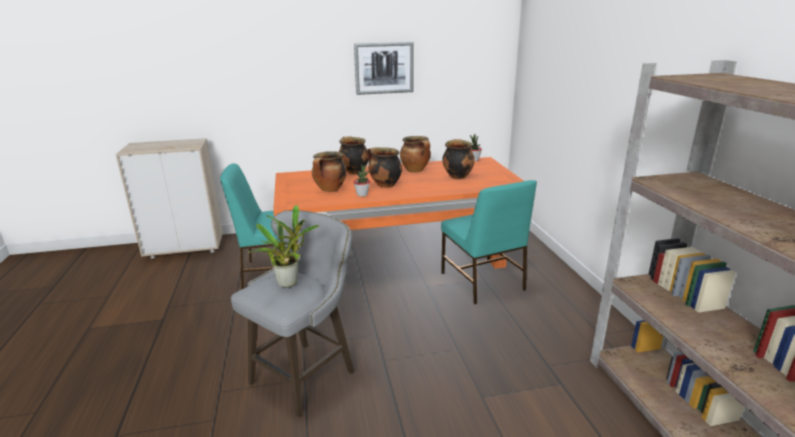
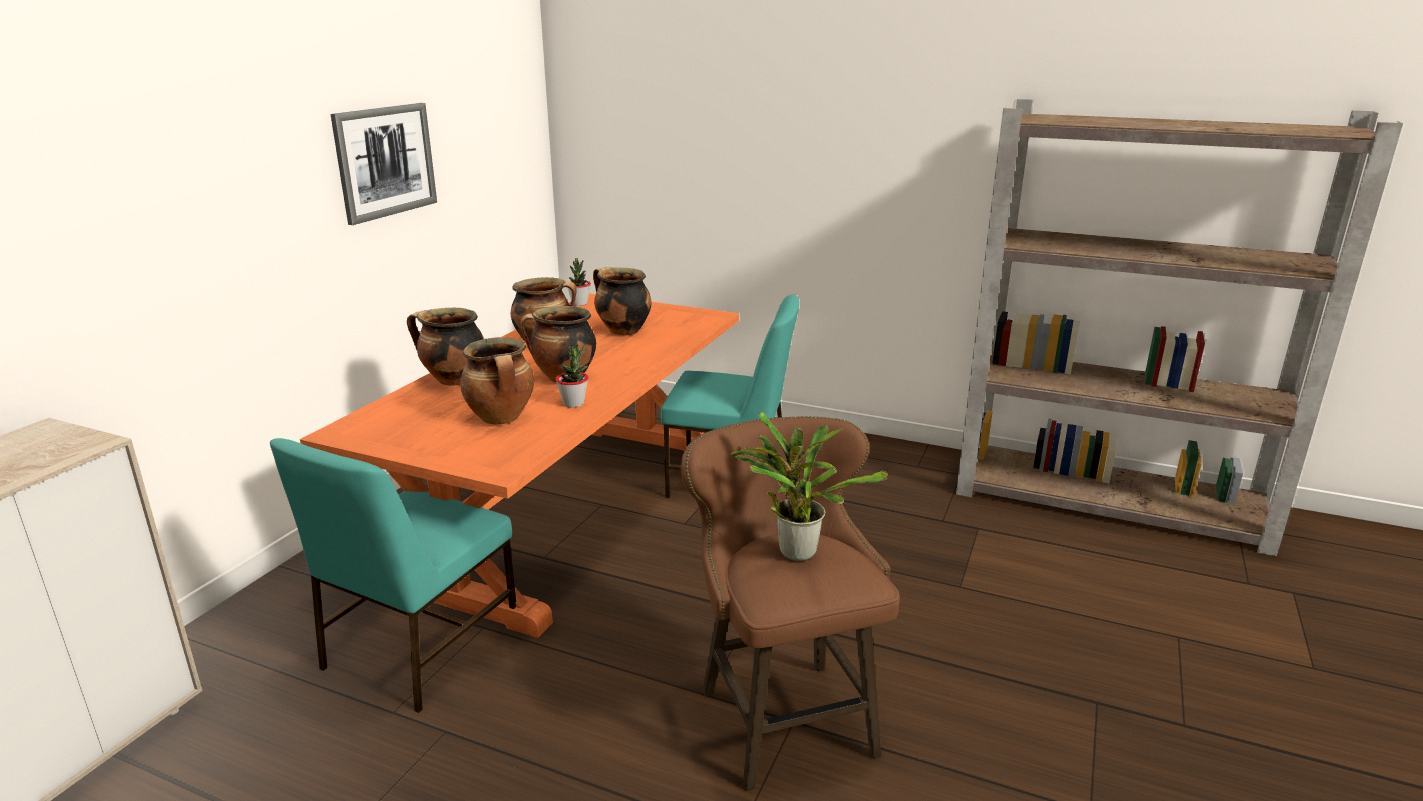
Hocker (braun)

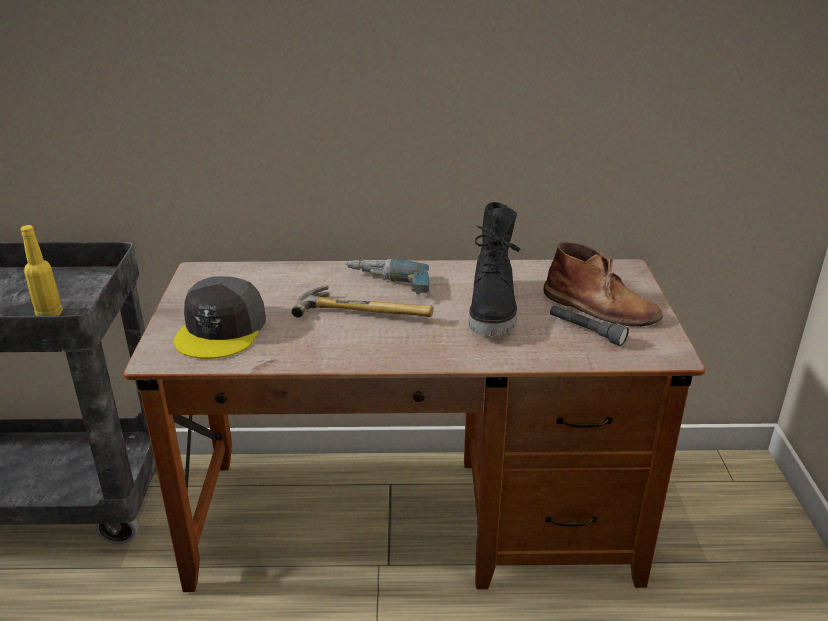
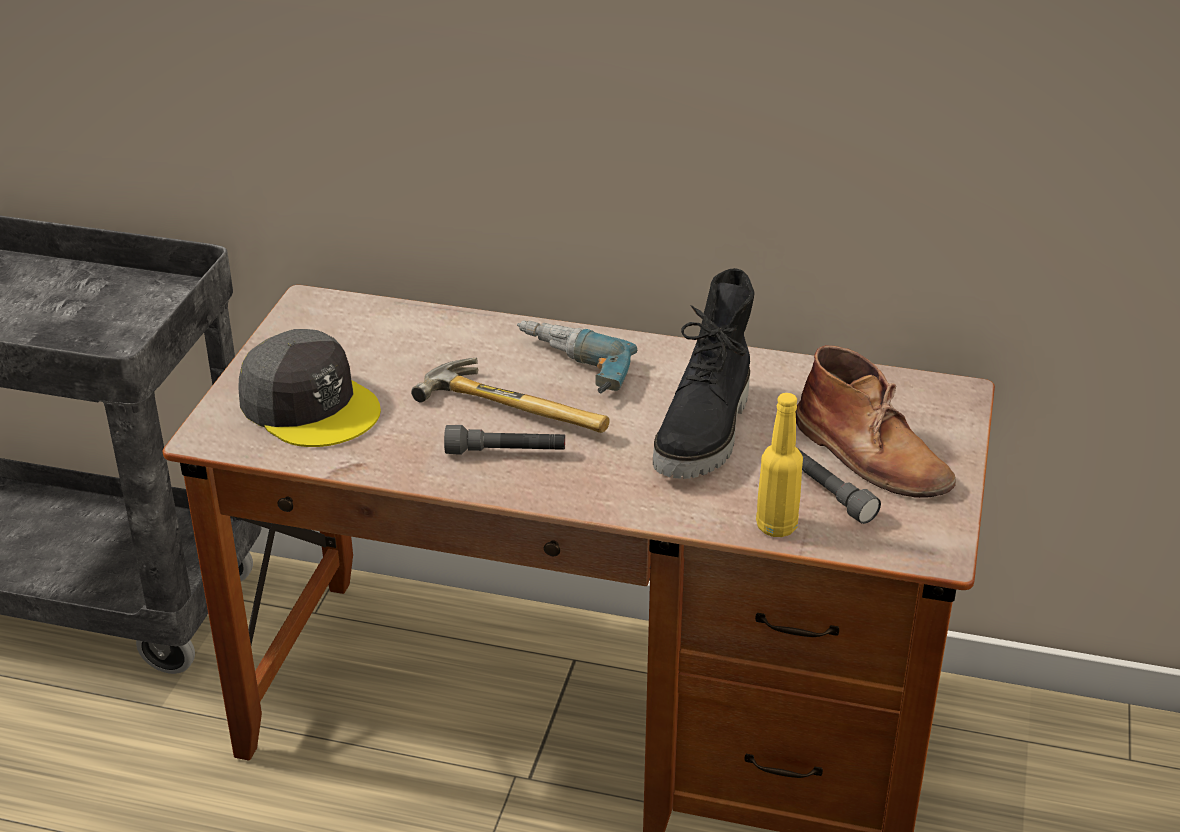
Flasche (gelb)
Kappe (grau)
Taschenlampe (grau) (1st from left)

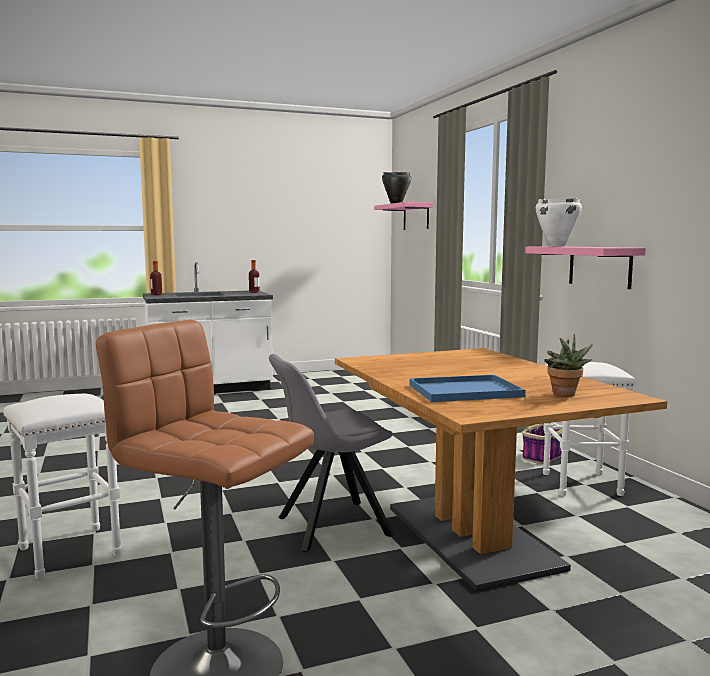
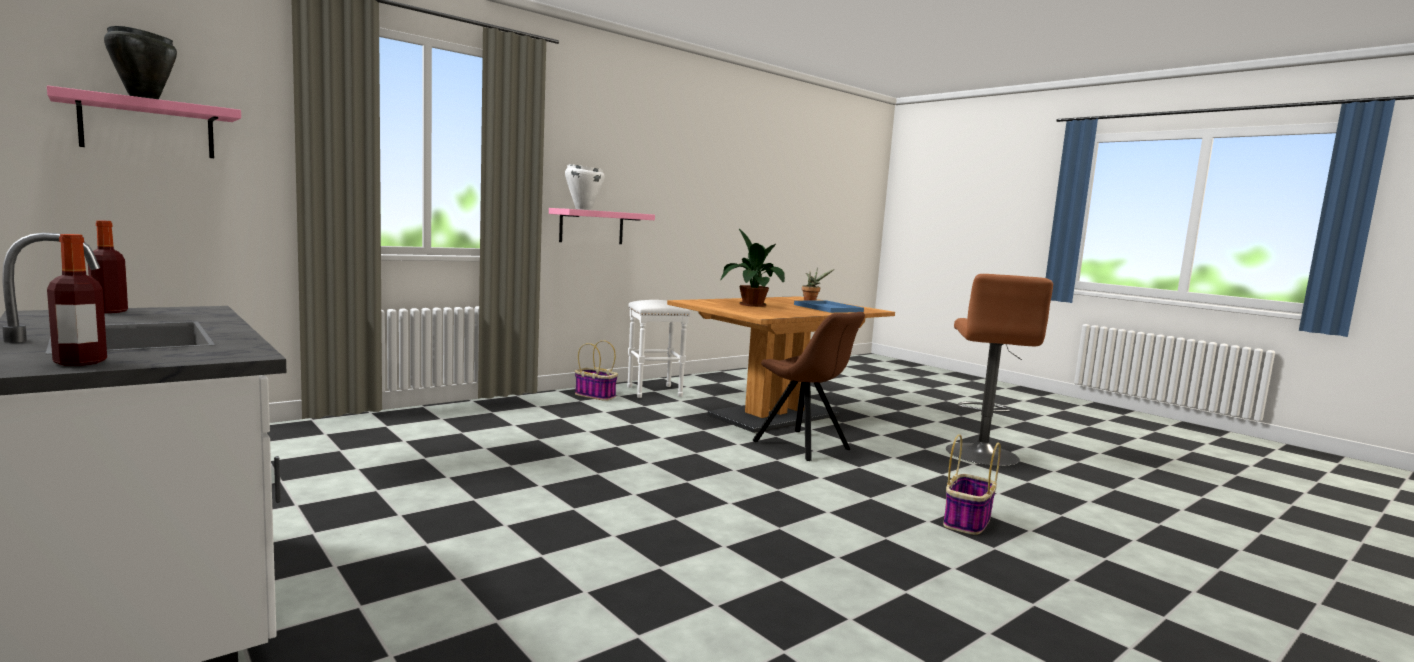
Korb (2nd from left)
Stuhl (braun)
Topfpflanze (1st from left)

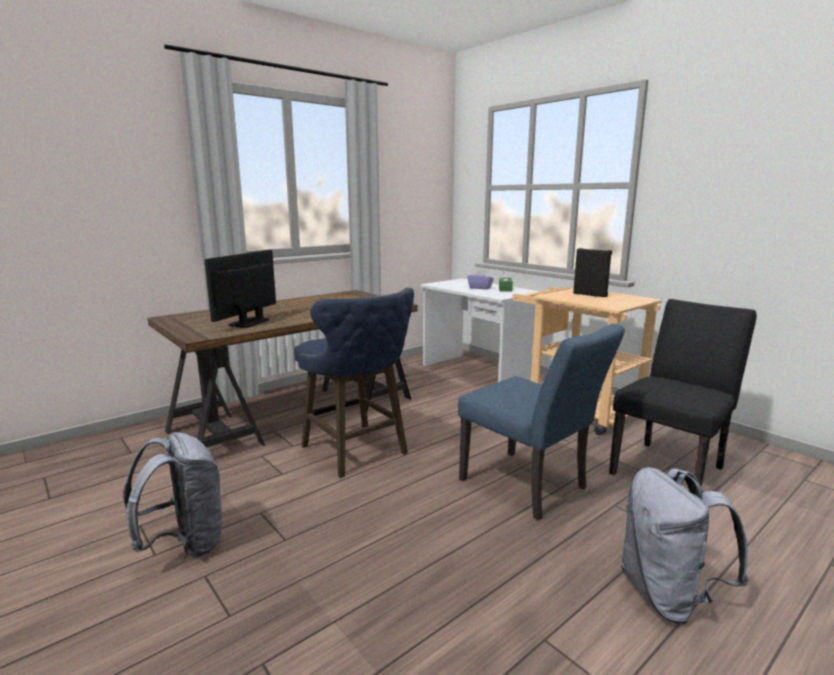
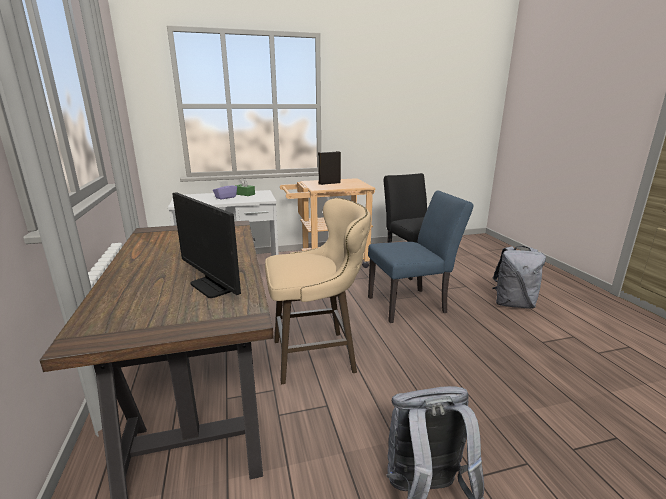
Hocker (beige)

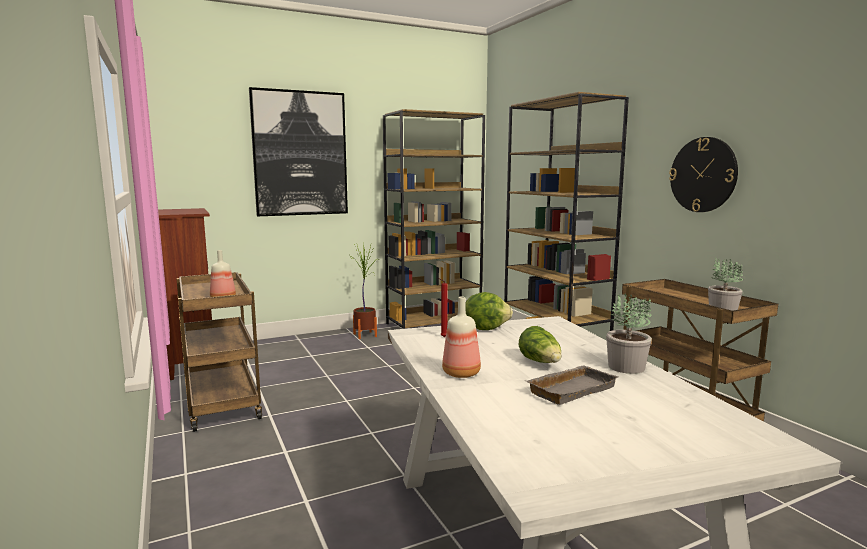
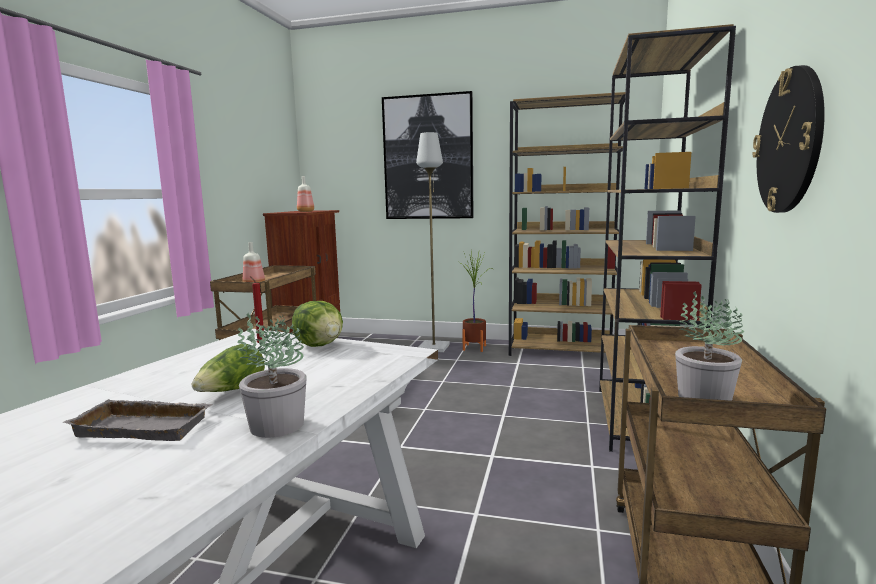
Flasche (2nd from left)
Stehlampe (grau)

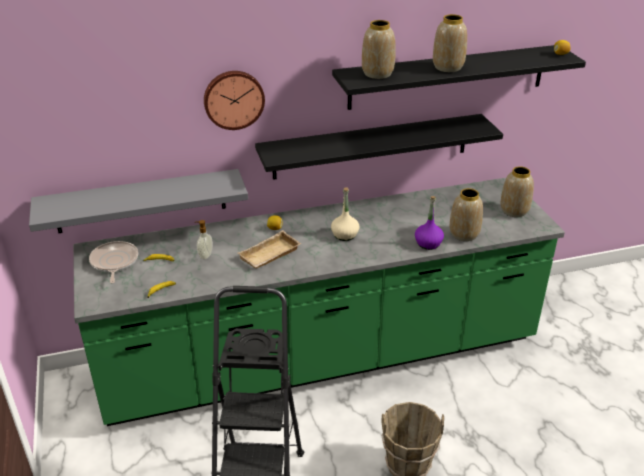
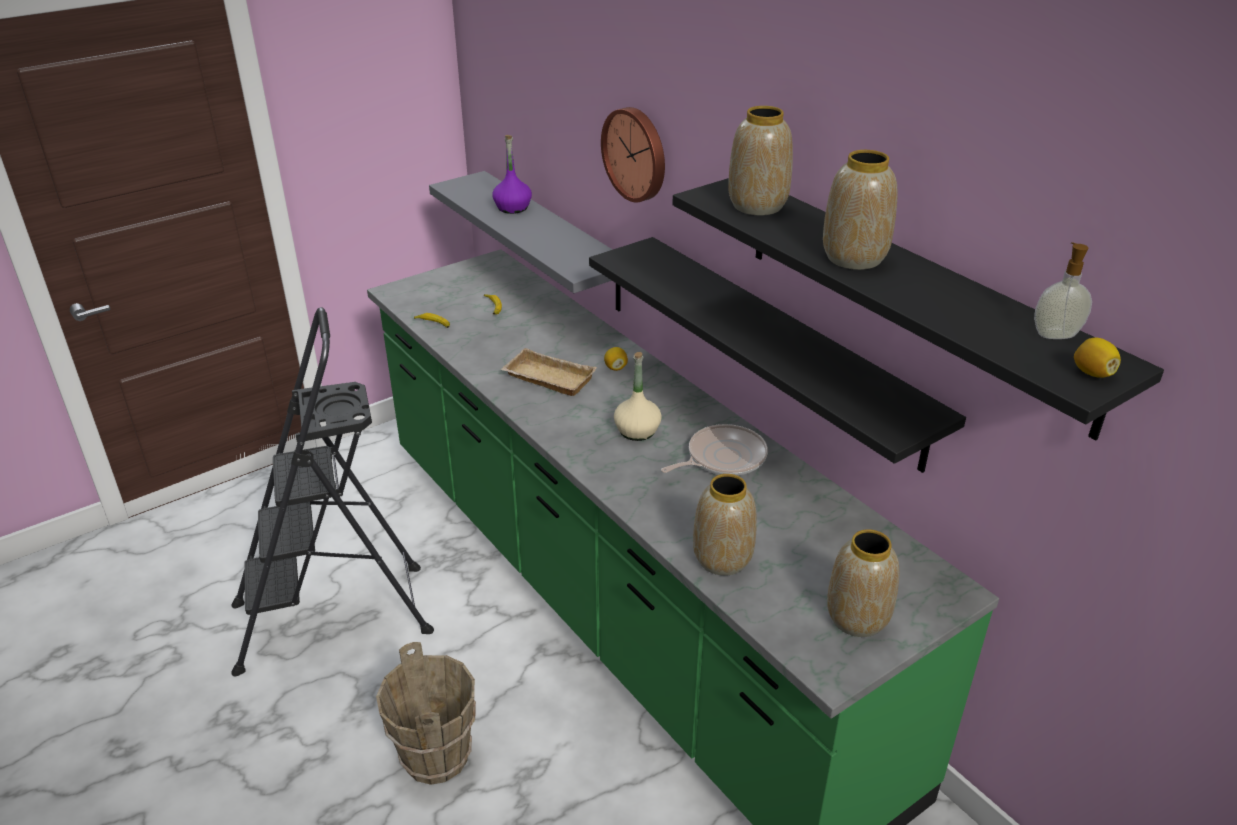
Pfanne
Seifenspender
Flasche (lila)

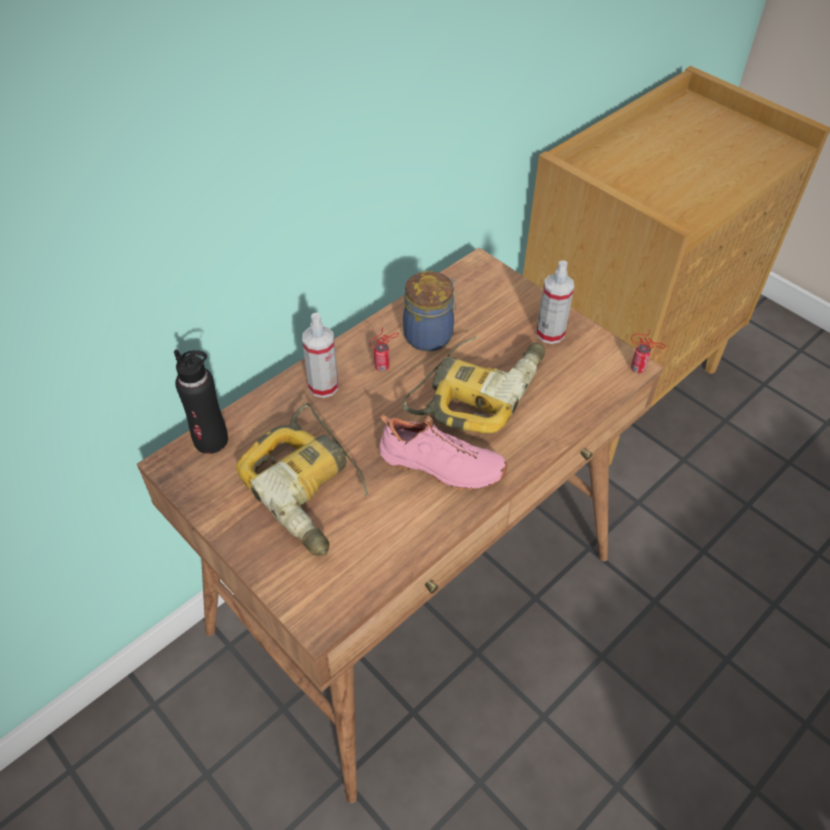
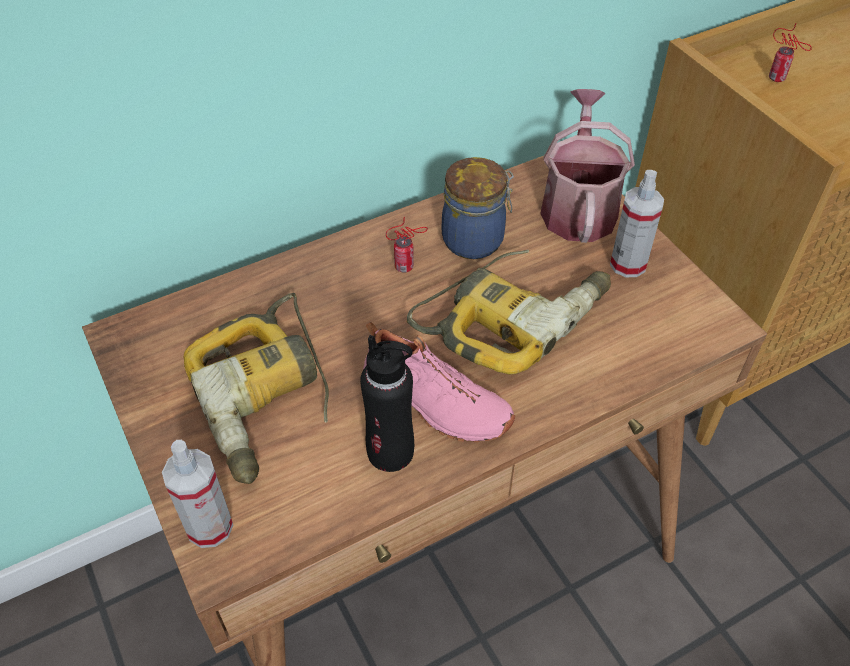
Flasche (schwarz)
Sprühflasche (1st from left)
Dose (2nd from left)
Gießkanne

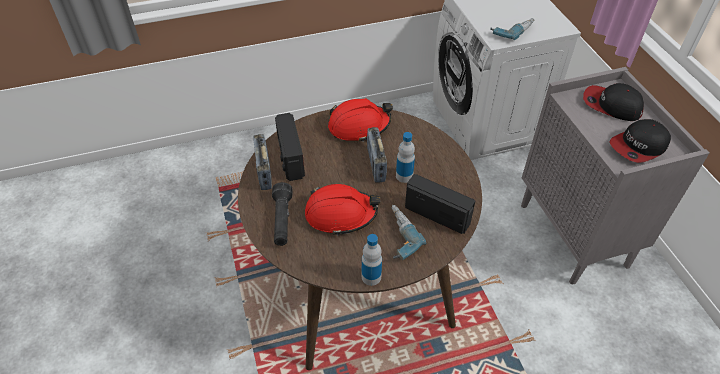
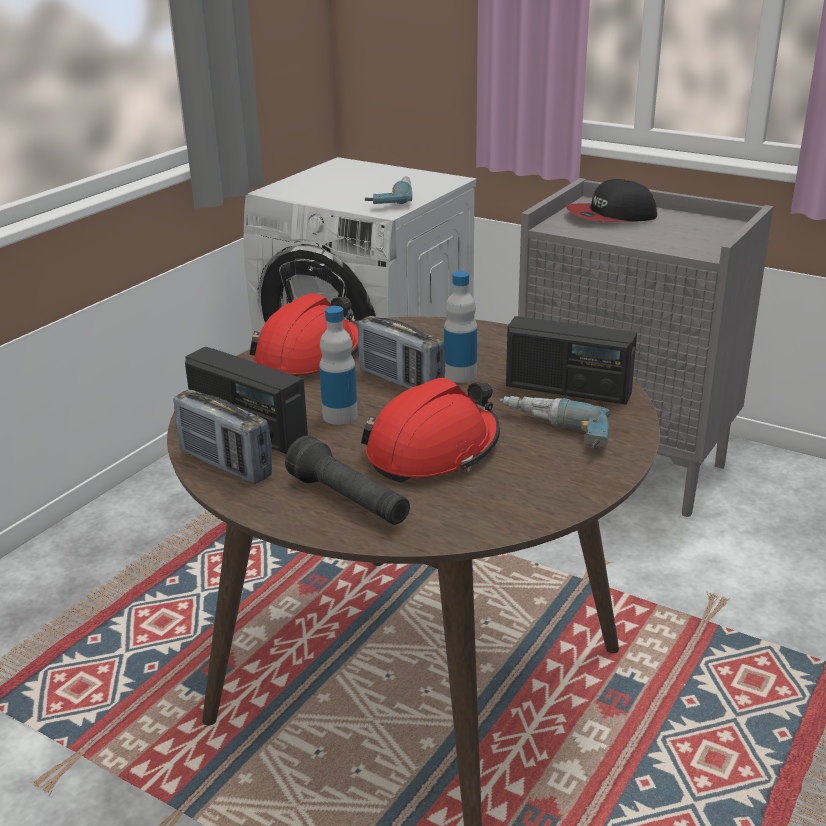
Flasche (1st from left)
Radio (4th from left)
Kappe (2nd from left in the first image)

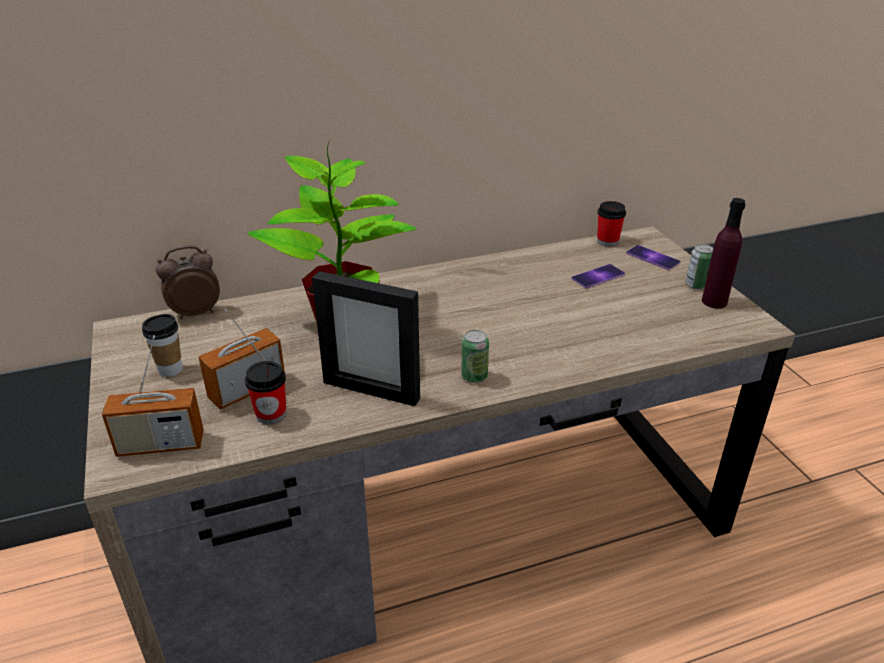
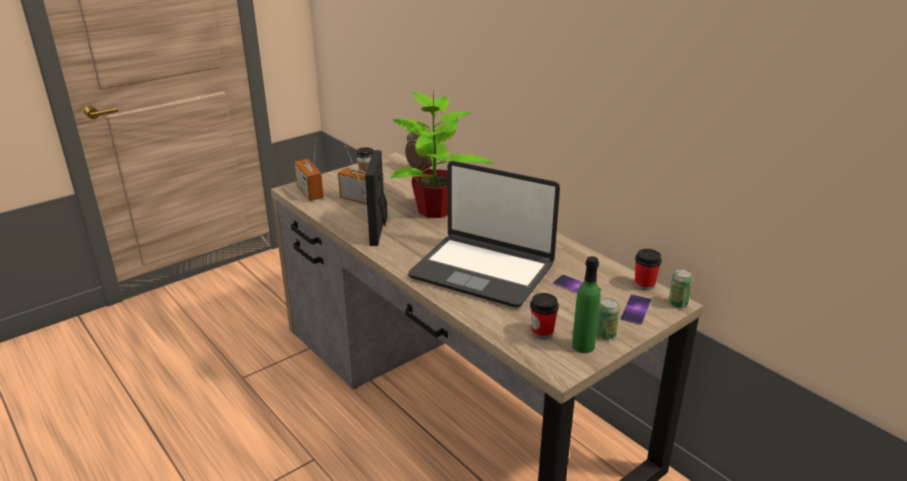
Tasse (2nd from left)
Dose (2nd from left)
Flasche (grün)
Laptop

